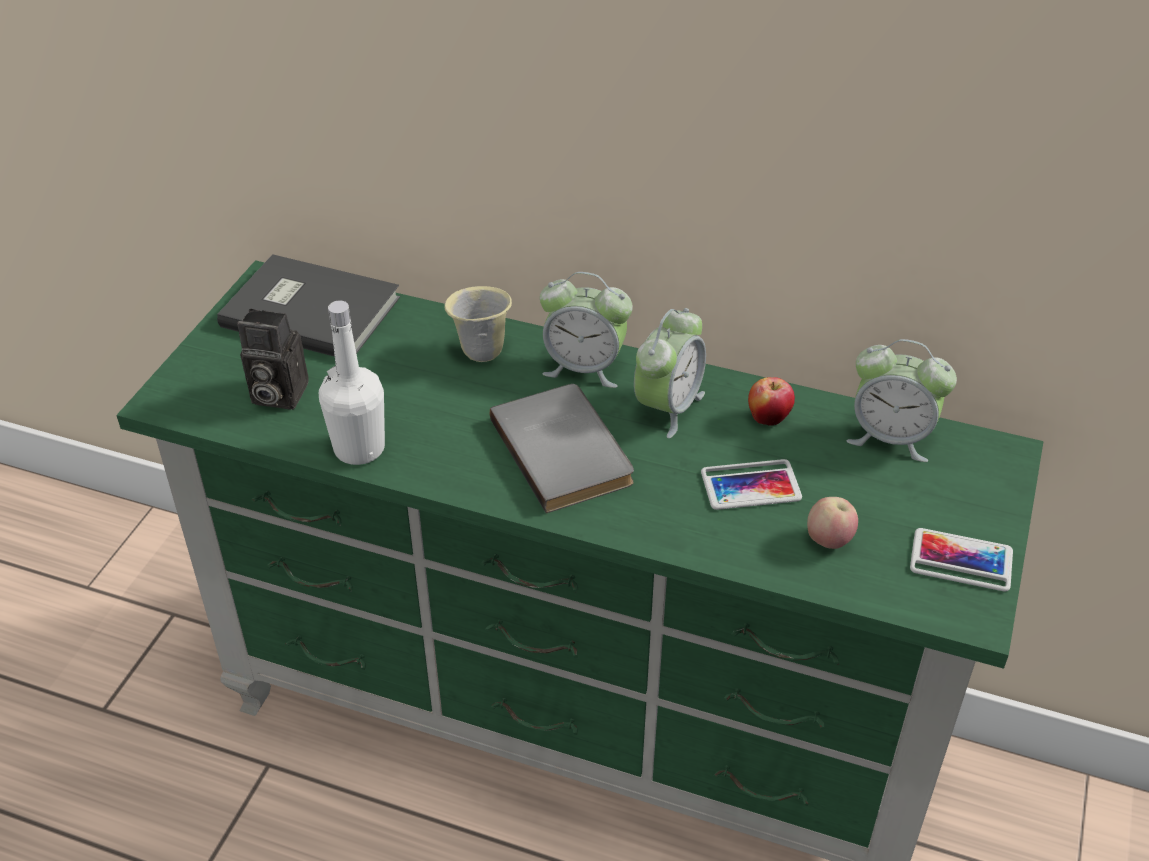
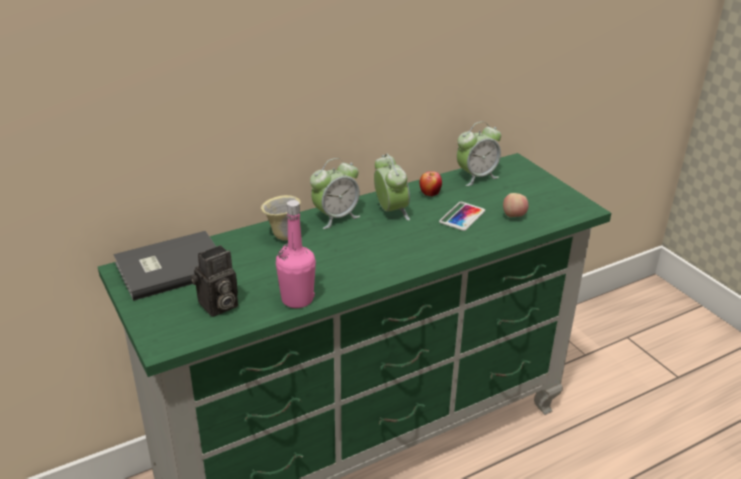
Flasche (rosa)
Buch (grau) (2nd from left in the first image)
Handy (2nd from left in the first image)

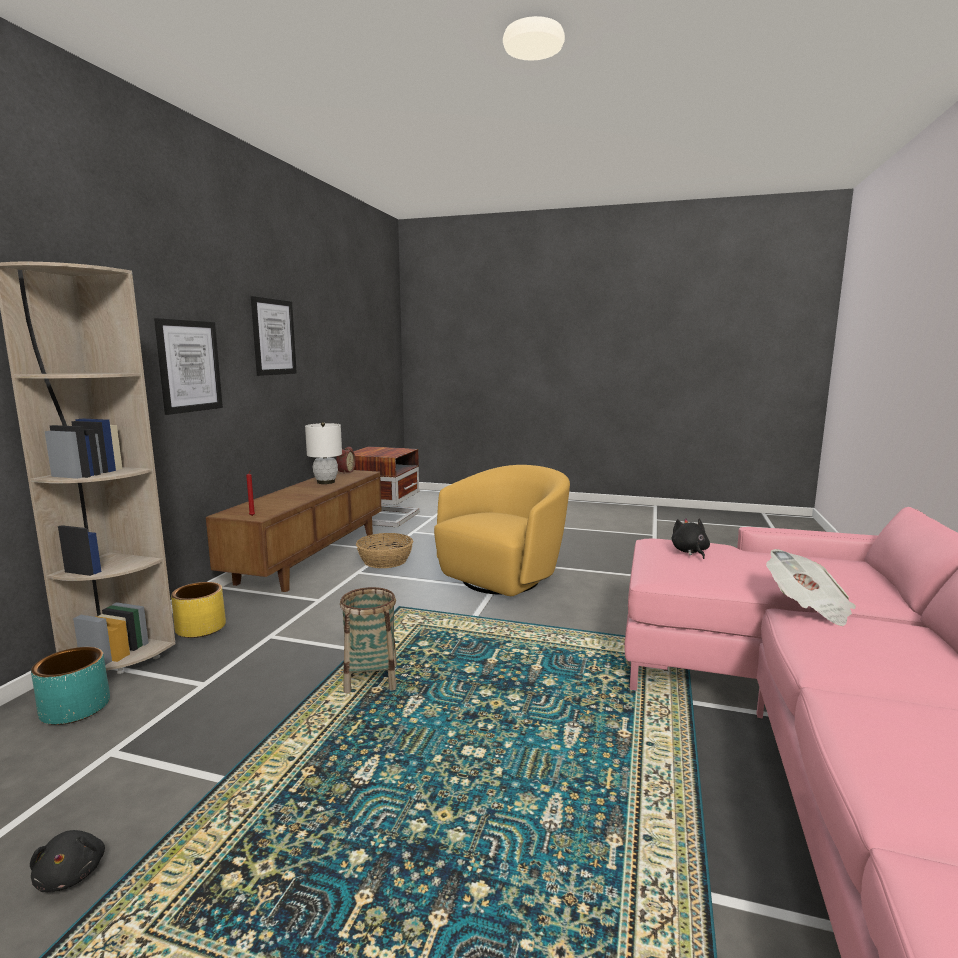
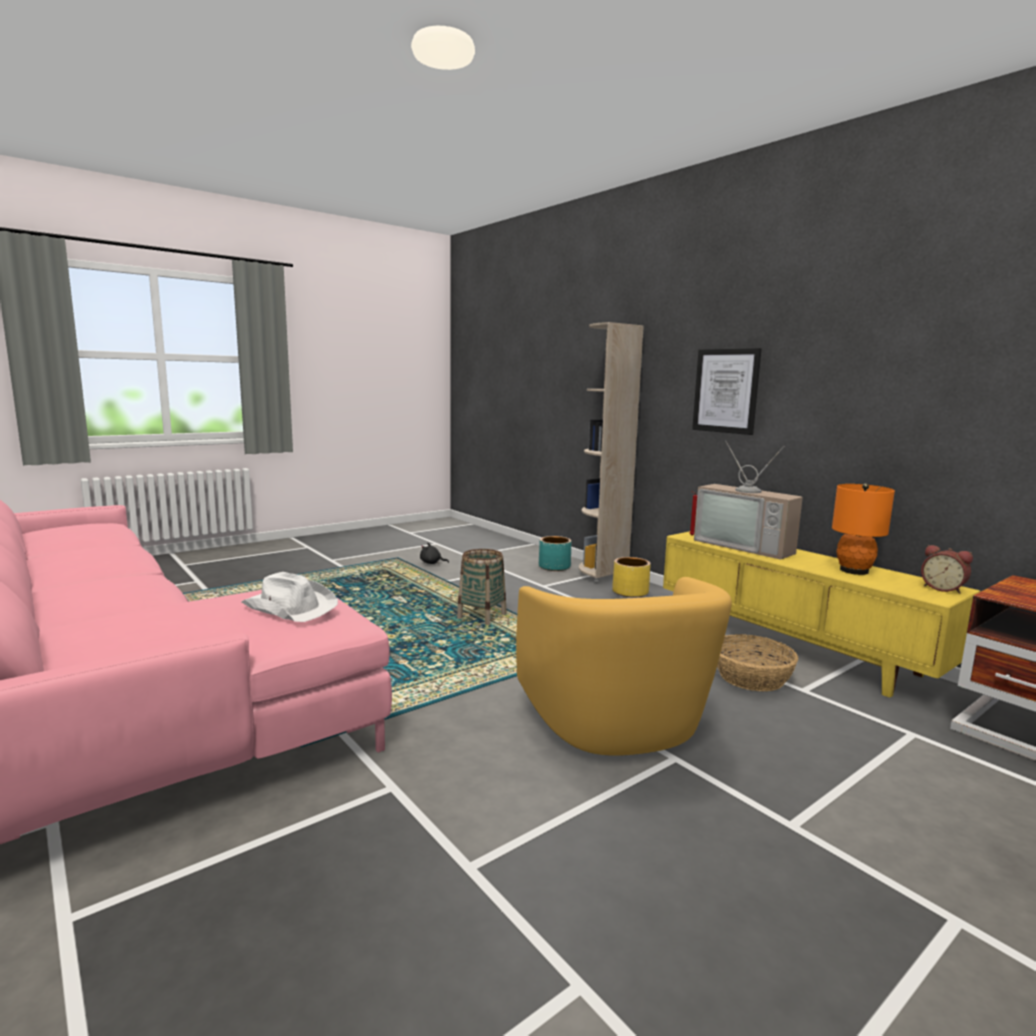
Fernsehschrank (gelb)
Bild (2nd from left in the first image)
Tischlampe (orange)
Hut (weiß)
Zeitung
Fernseher

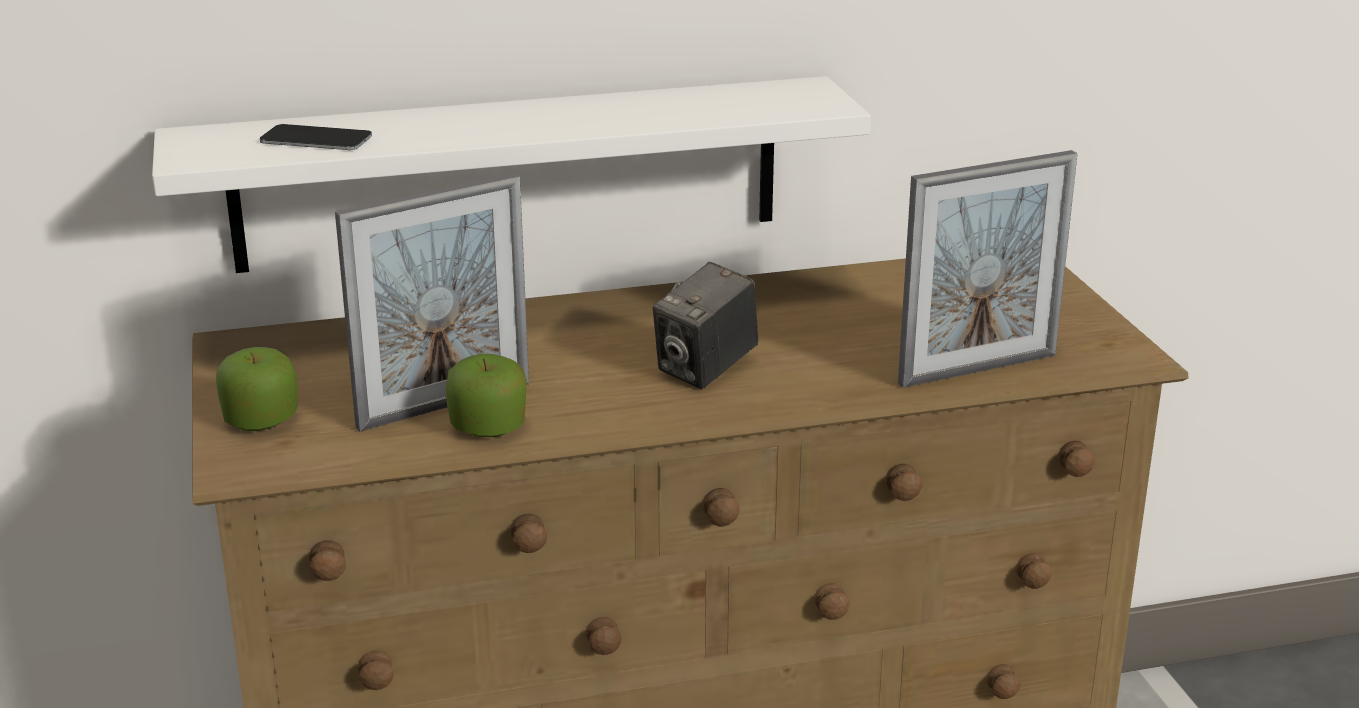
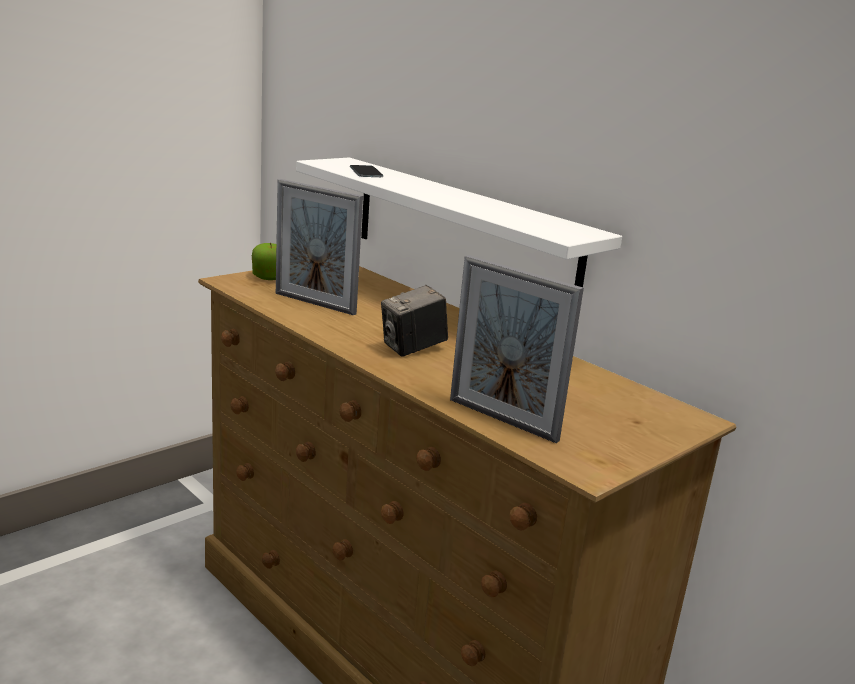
Apfel (2nd from left in the first image)
Kamera

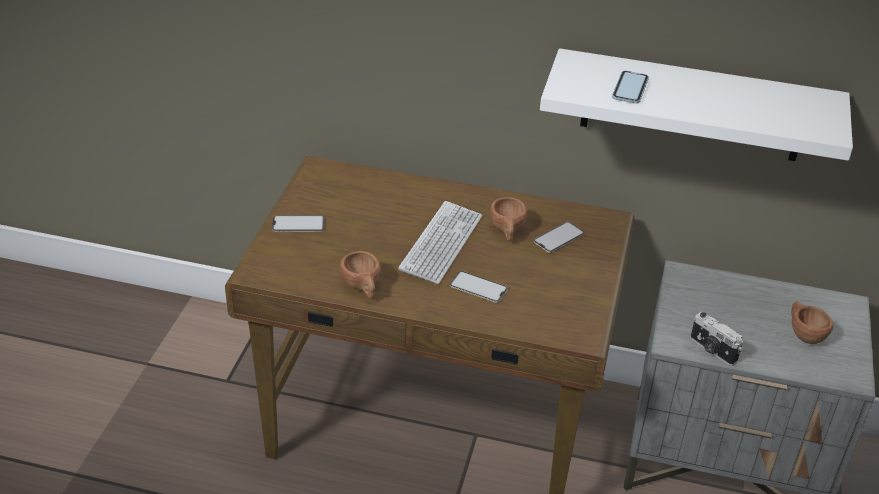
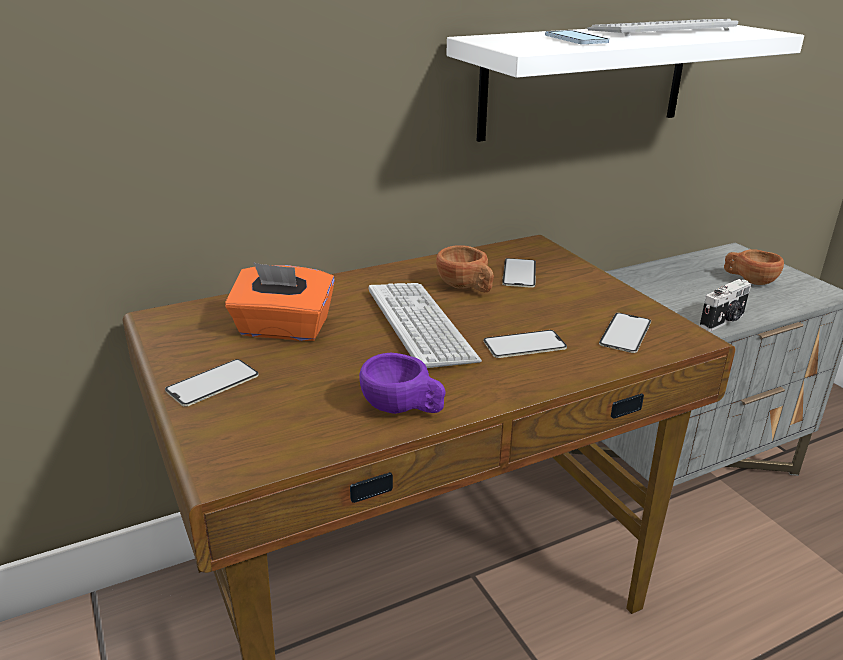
Tasse (lila)
Kamera
Taschentuchbox (orange)
Tastatur (2nd from left)
Handy (5th from left)

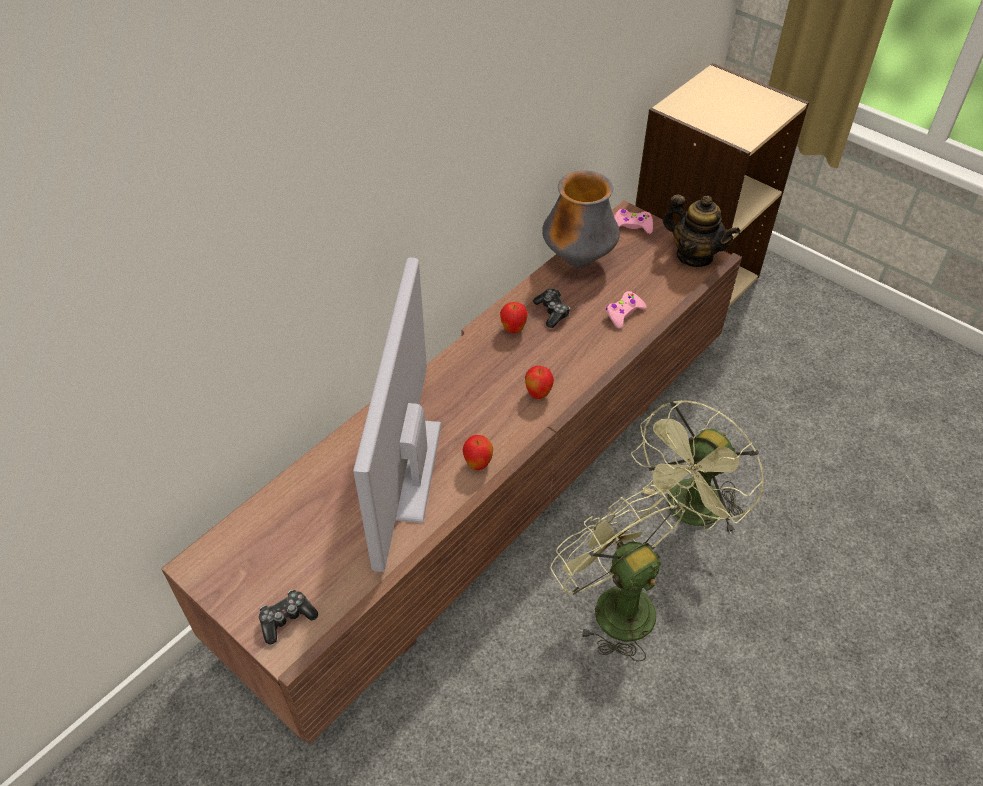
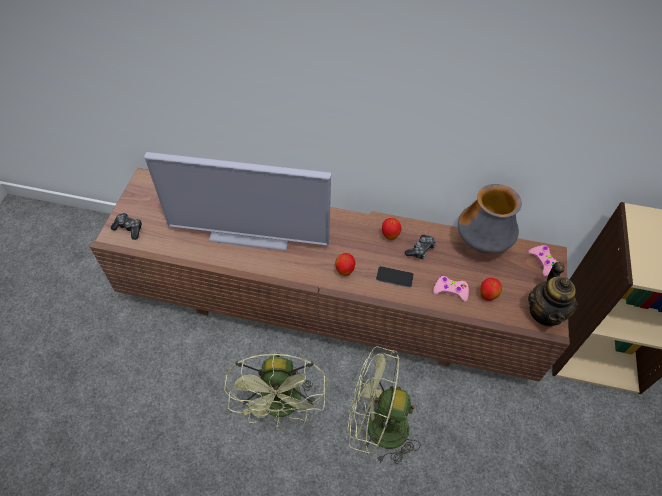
Fernseher
Apfel (3rd from left)
Ventilator (grün) (1st from left)
Handy

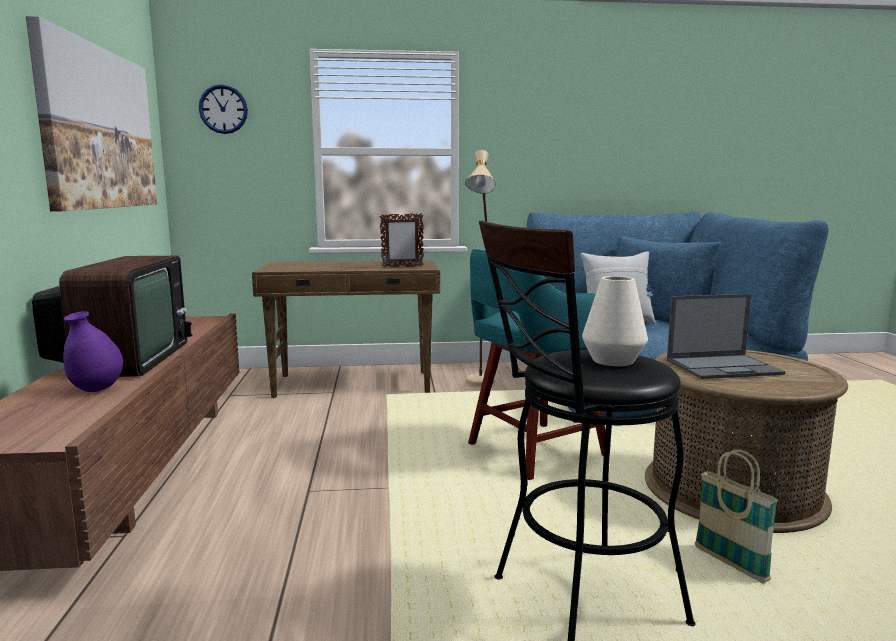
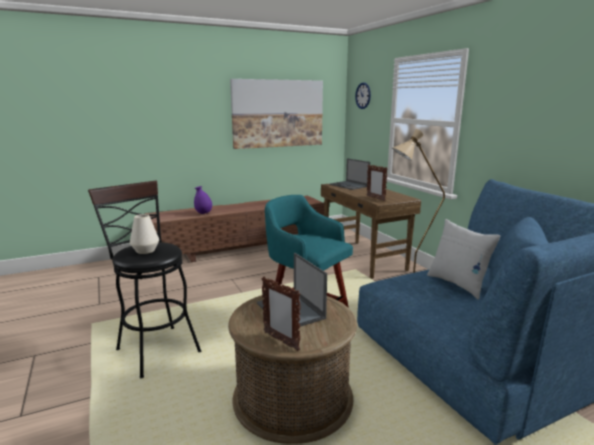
Fernseher
Korb
Bilderrahmen (1st from left)
Laptop (2nd from left)

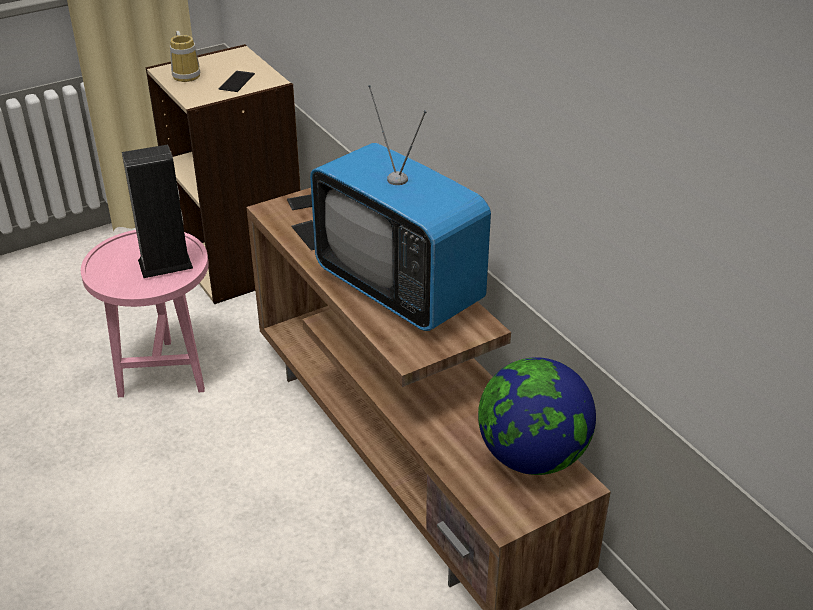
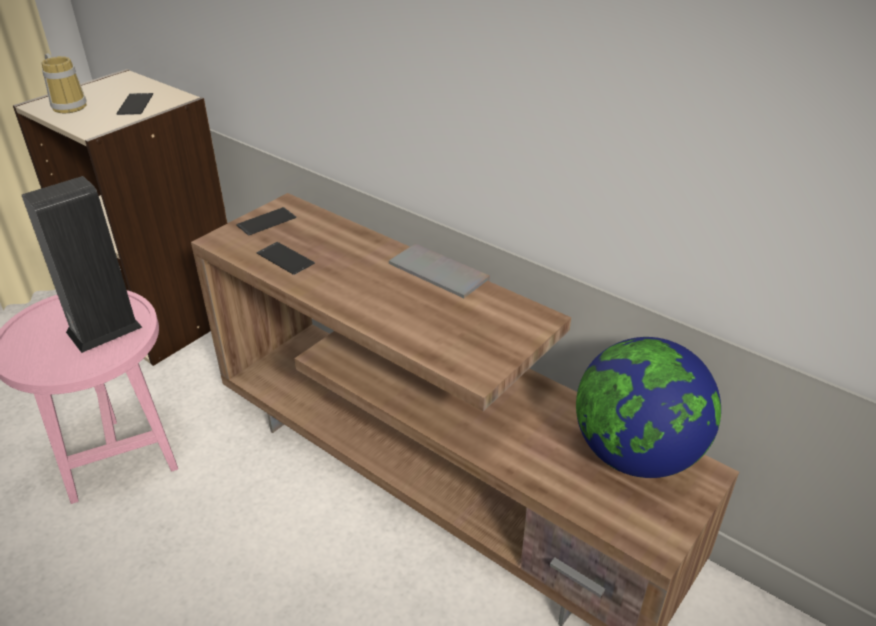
Fernseher

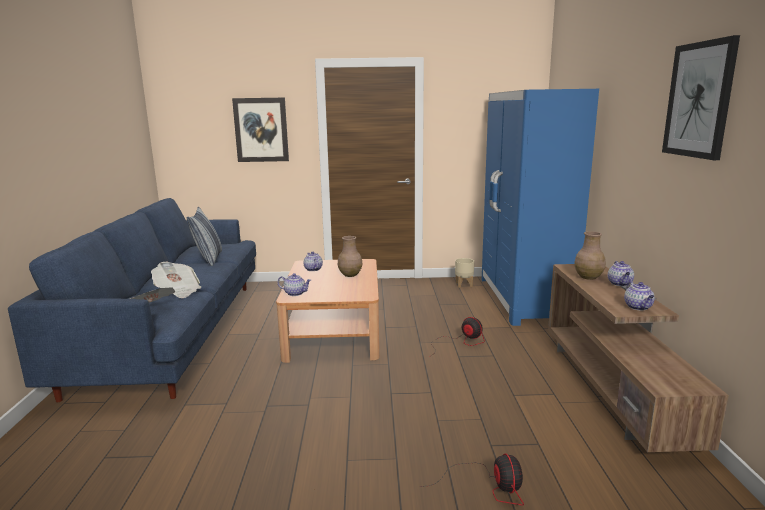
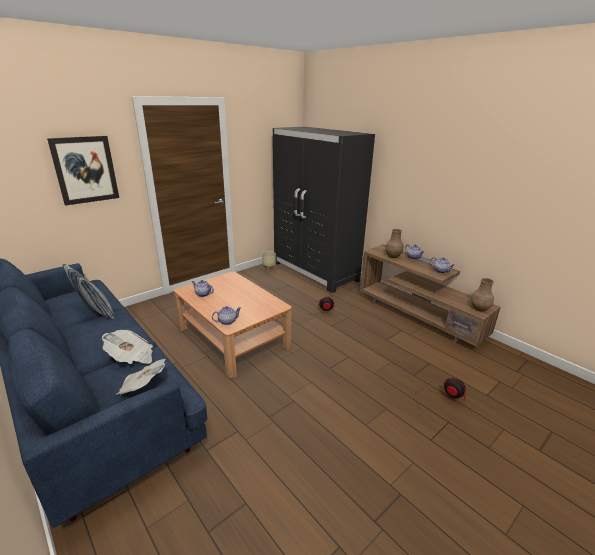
Vase (braun) (2nd from left)
Schrank (schwarz)
Bild (2nd from left in the first image)

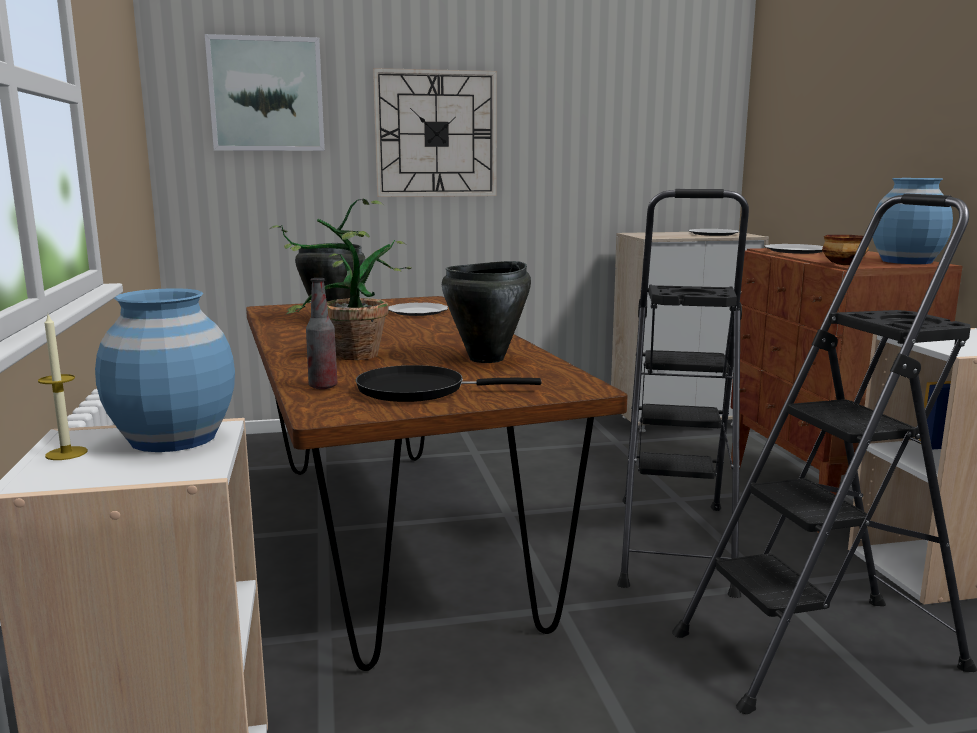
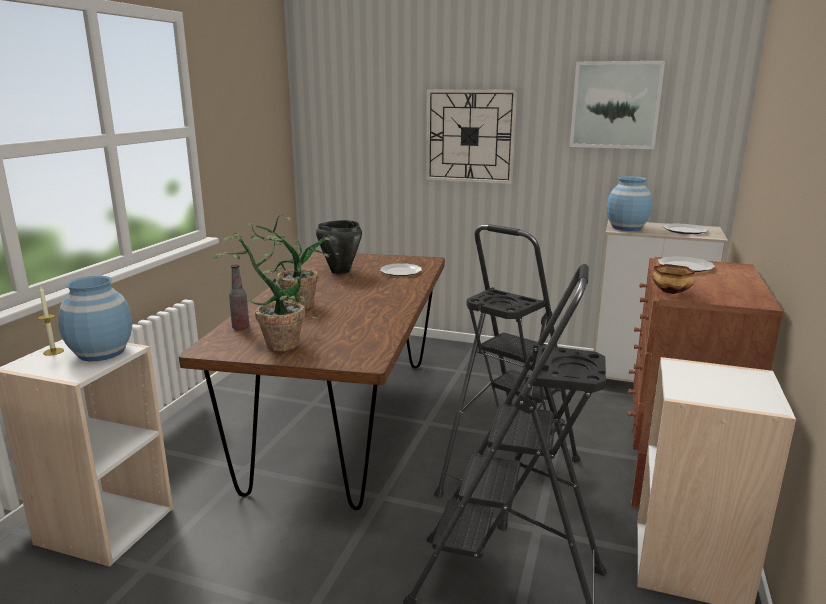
Bild
Topfpflanze (1st from left)
Kochtopf (schwarz) (2nd from left in the first image)
Vase (blau) (2nd from left)

